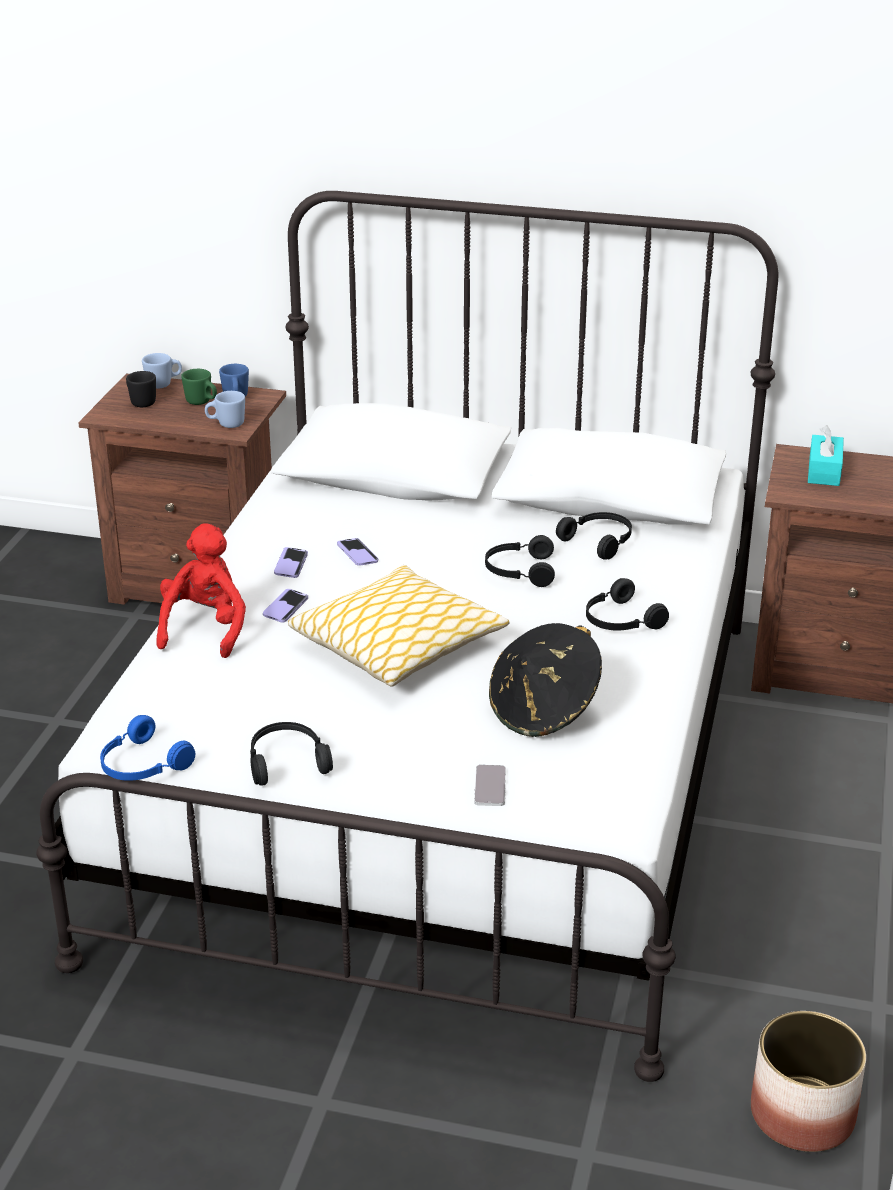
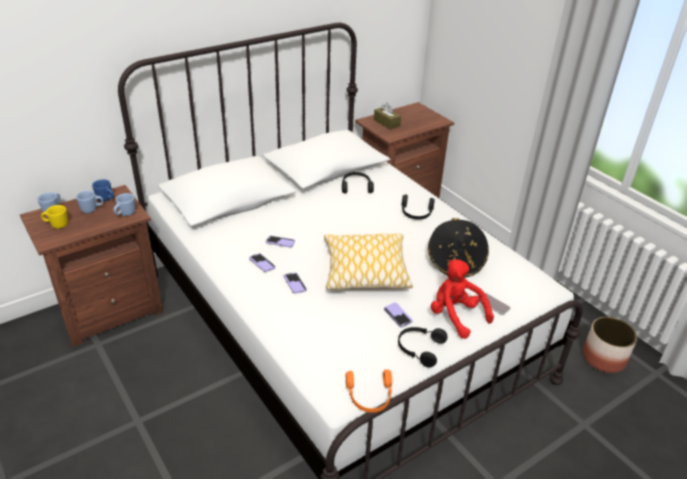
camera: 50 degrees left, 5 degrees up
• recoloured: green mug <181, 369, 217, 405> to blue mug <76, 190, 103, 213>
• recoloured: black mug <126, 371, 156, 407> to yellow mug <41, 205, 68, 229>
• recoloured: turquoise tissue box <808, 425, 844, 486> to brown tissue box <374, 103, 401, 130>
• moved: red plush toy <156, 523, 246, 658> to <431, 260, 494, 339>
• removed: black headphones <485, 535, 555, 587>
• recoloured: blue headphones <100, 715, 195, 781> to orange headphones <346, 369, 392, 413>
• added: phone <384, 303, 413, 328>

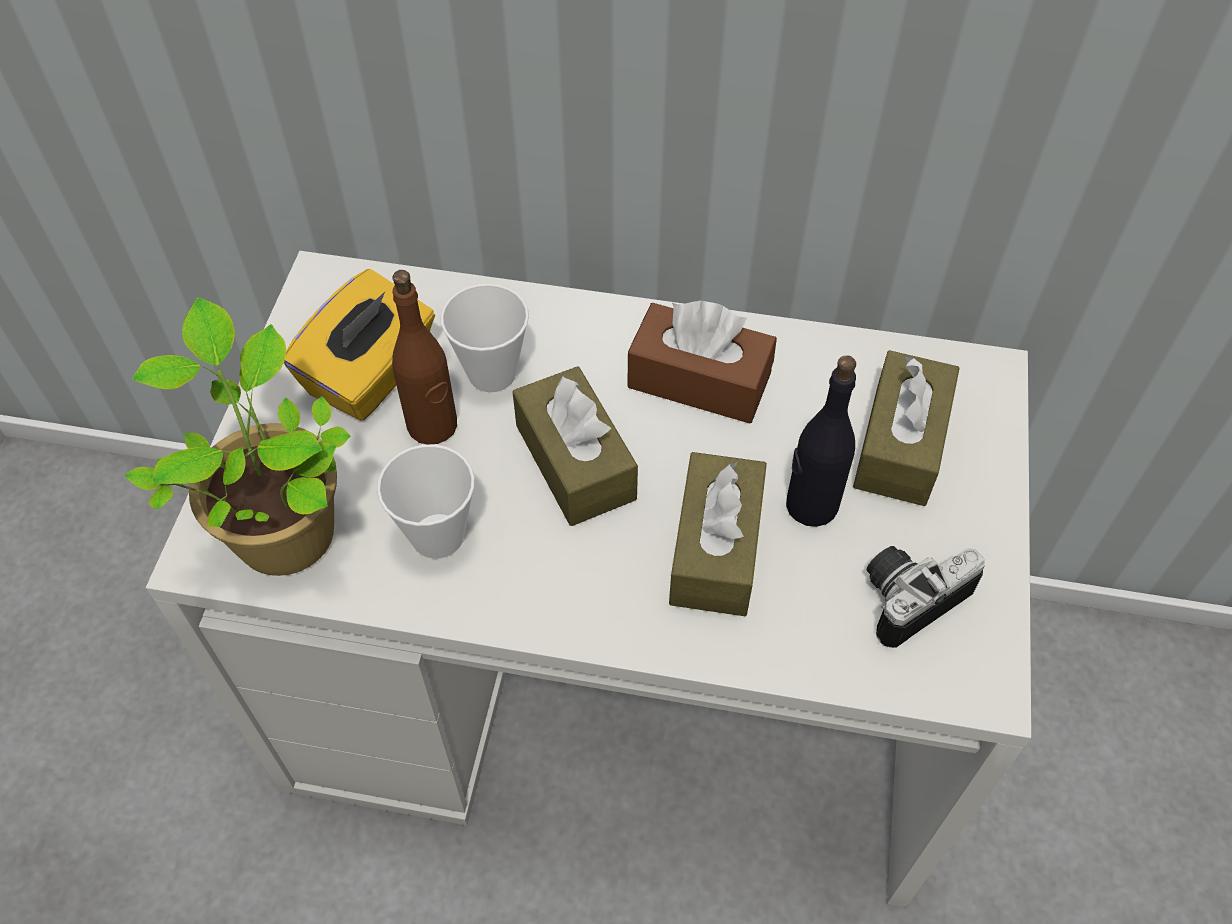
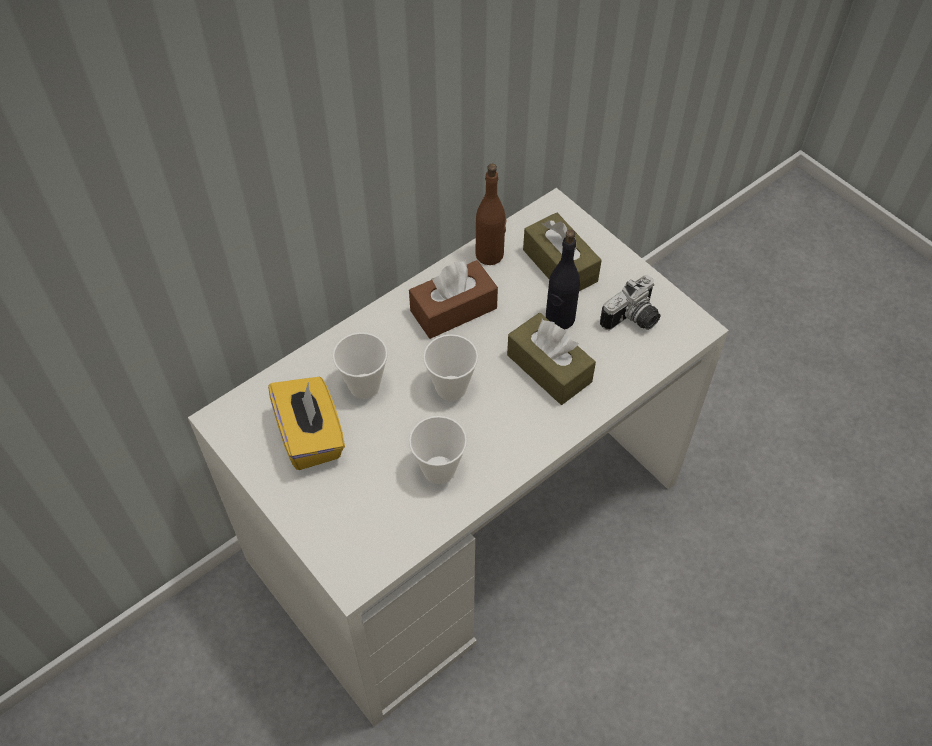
camera: 50 degrees left, 0 degrees up
• moved: brown bottle <392, 270, 457, 444> to <476, 164, 506, 265>
• removed: potted plant <125, 298, 351, 576>
• replaced: brown tissue box <513, 366, 638, 526> to cup <423, 334, 478, 401>
• turned: photo camera <867, 546, 985, 648> = <600, 275, 660, 330> 135 degrees counterclockwise

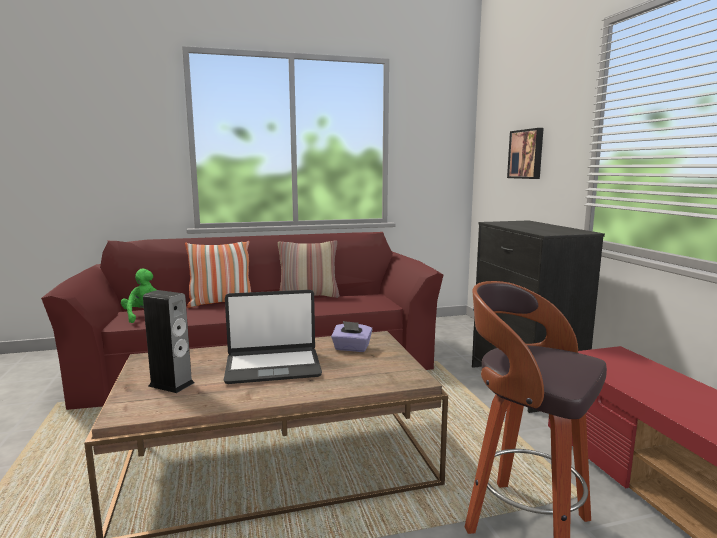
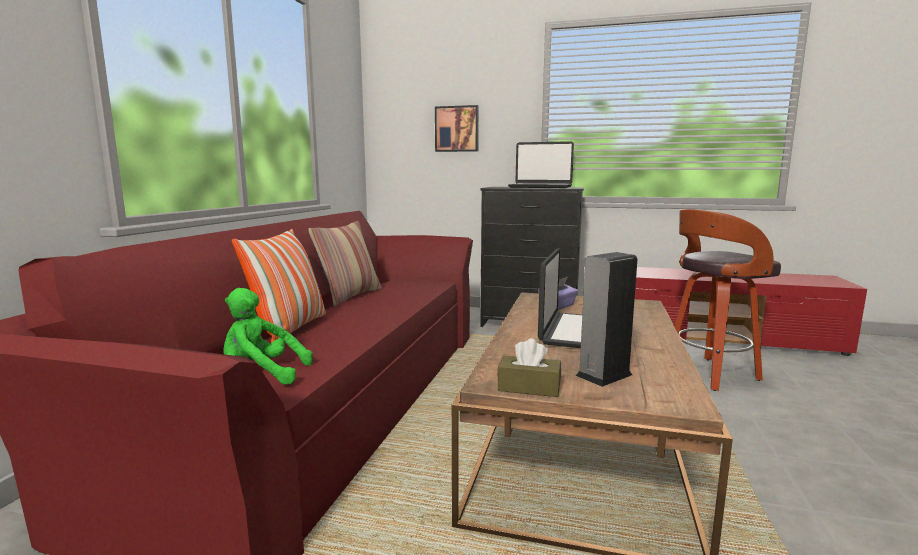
camera: 60 degrees left, 0 degrees up
• added: laptop <508, 141, 574, 188>
• added: brown tissue box <497, 338, 561, 397>

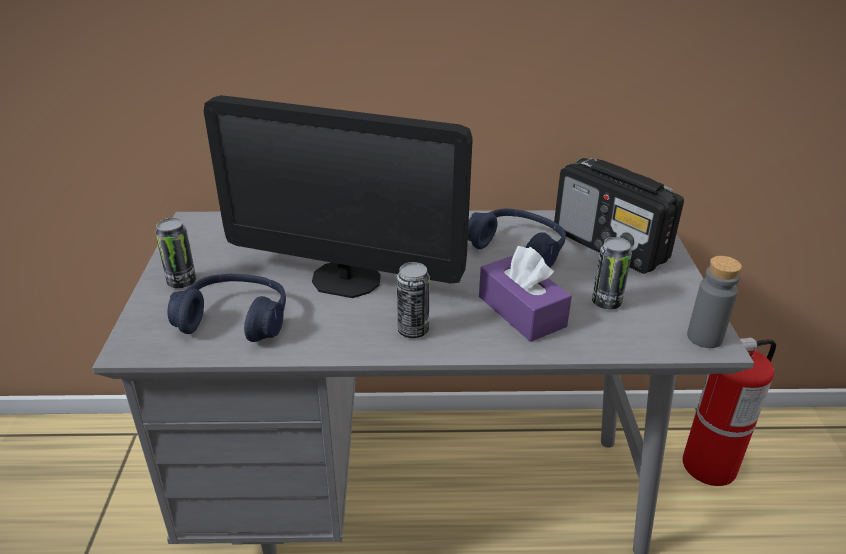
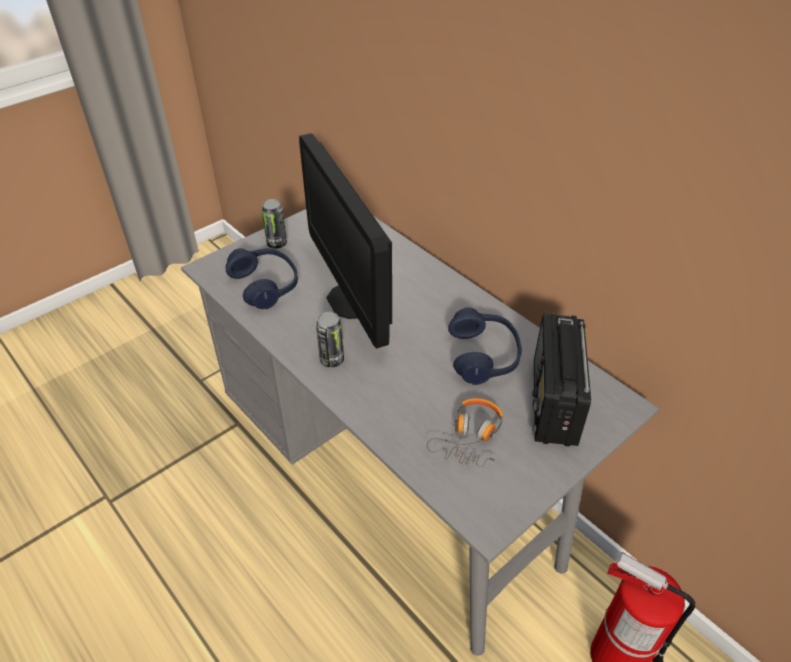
camera: 50 degrees right, 10 degrees up
• replaced: can <592, 237, 632, 309> to headphones <427, 398, 503, 467>
• removed: purple tissue box <479, 246, 572, 342>
• removed: grey bottle <687, 256, 742, 348>

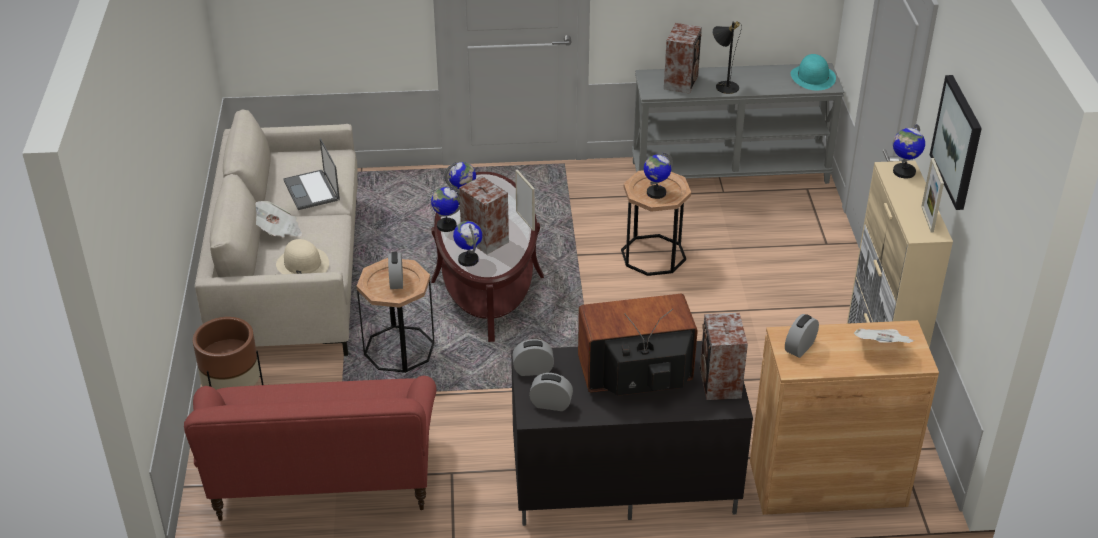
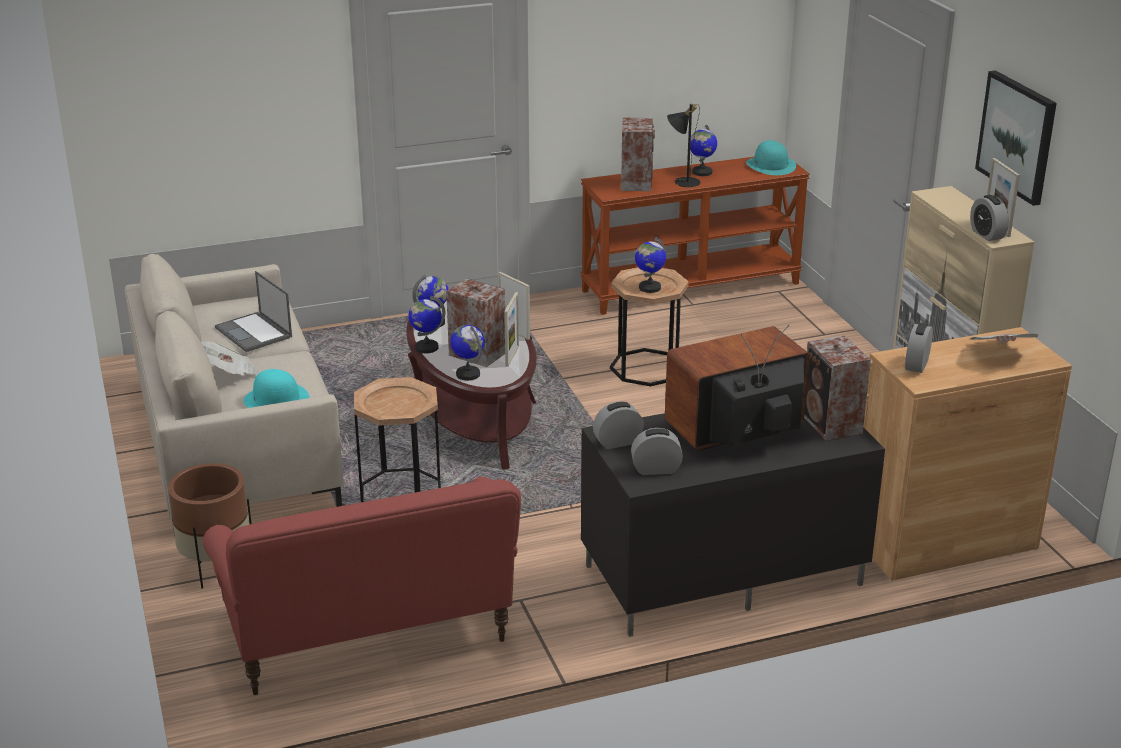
camera: 15 degrees left, 10 degrees down
• recoloured: grey console table <632, 63, 845, 184> to brown console table <580, 157, 810, 315>
• moved: globe <893, 124, 925, 179> to <690, 125, 717, 176>
• recoloured: beige hat <276, 239, 329, 274> to turquoise hat <243, 369, 310, 408>
• moved: alarm clock <388, 252, 403, 289> to <970, 195, 1009, 241>
• added: picture frame <504, 292, 519, 367>

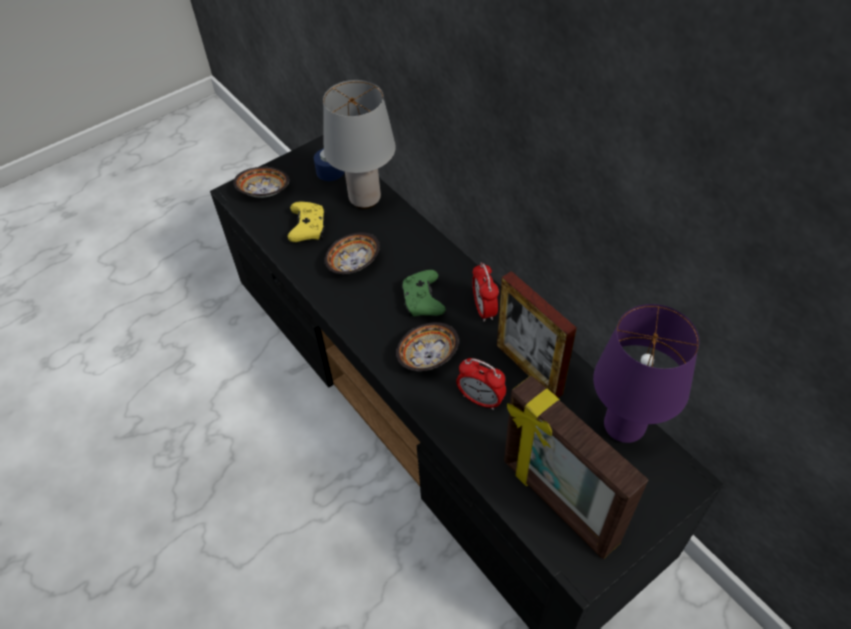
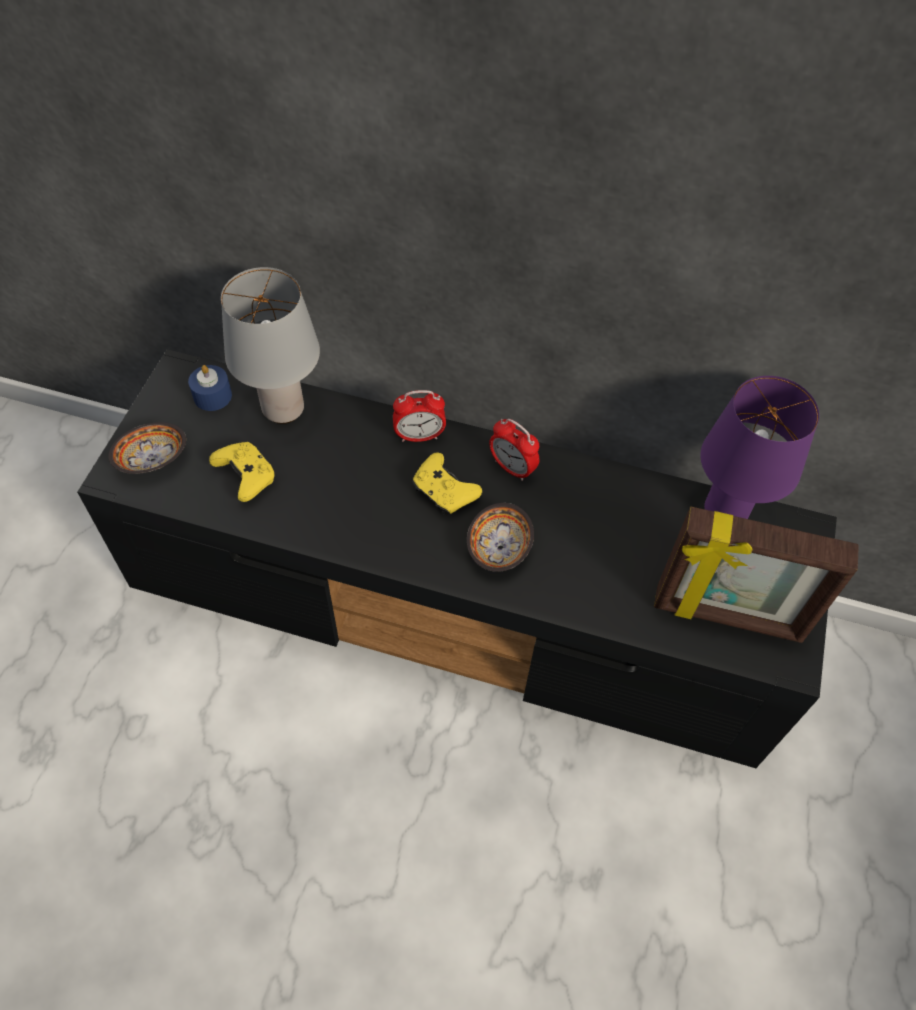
camera: 40 degrees left, 5 degrees up
• removed: bowl <324, 232, 380, 274>
• recoloured: green game controller <401, 270, 446, 317> to yellow game controller <412, 452, 482, 516>
• removed: picture frame <497, 271, 577, 398>
• moved: alarm clock <456, 358, 506, 410> to <393, 390, 446, 442>

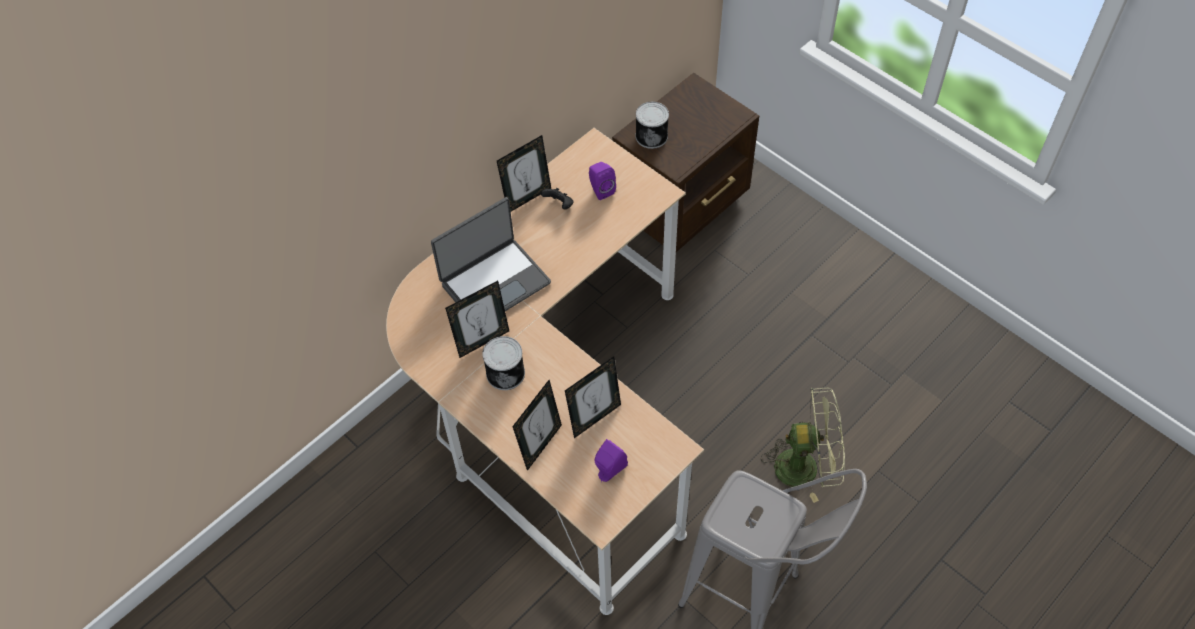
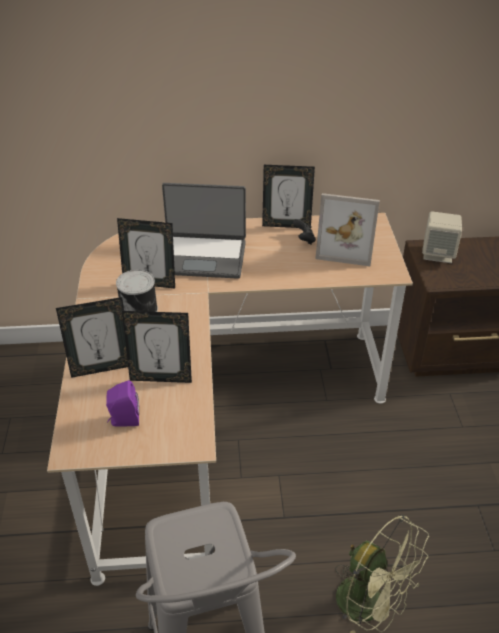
camera: 40 degrees right, 15 degrees down
• replaced: can <635, 102, 669, 149> to beige speaker <422, 211, 462, 263>
• replaced: purple speaker <589, 162, 616, 200> to picture frame <315, 193, 380, 266>

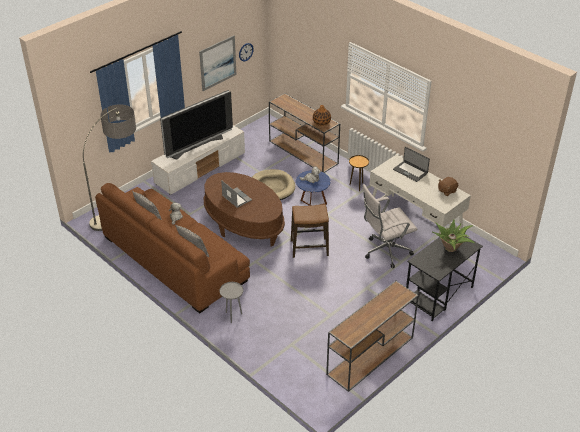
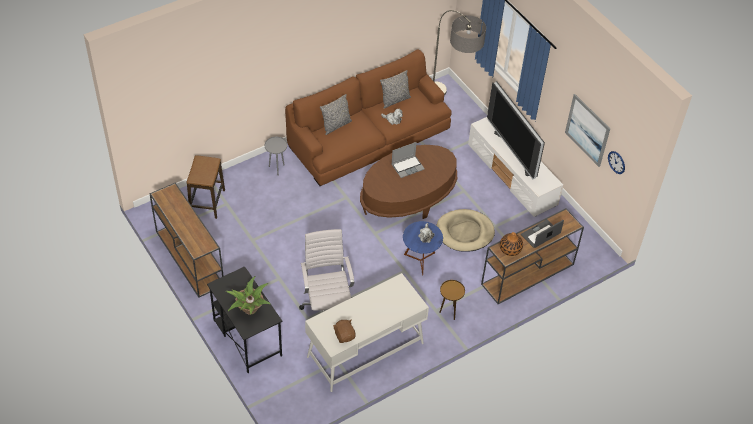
camera: 100 degrees right, 10 degrees up
• moved: laptop <393, 147, 430, 182> to <521, 219, 564, 248>
• moved: stool <291, 204, 329, 258> to <187, 155, 225, 219>

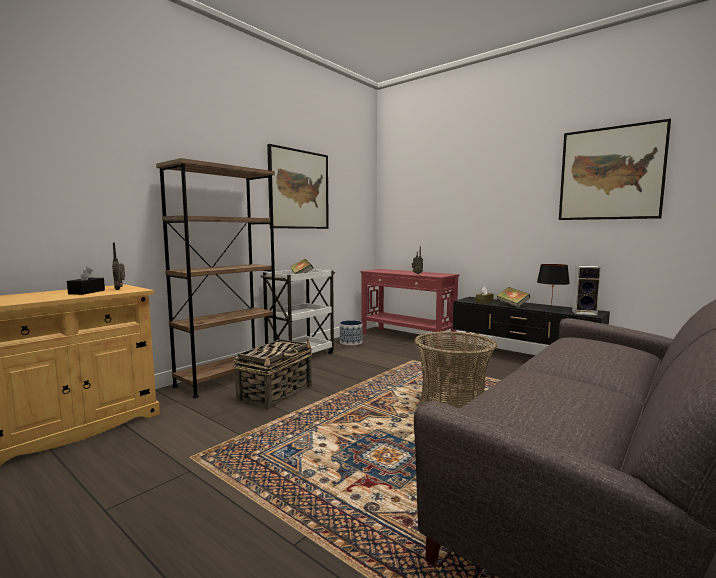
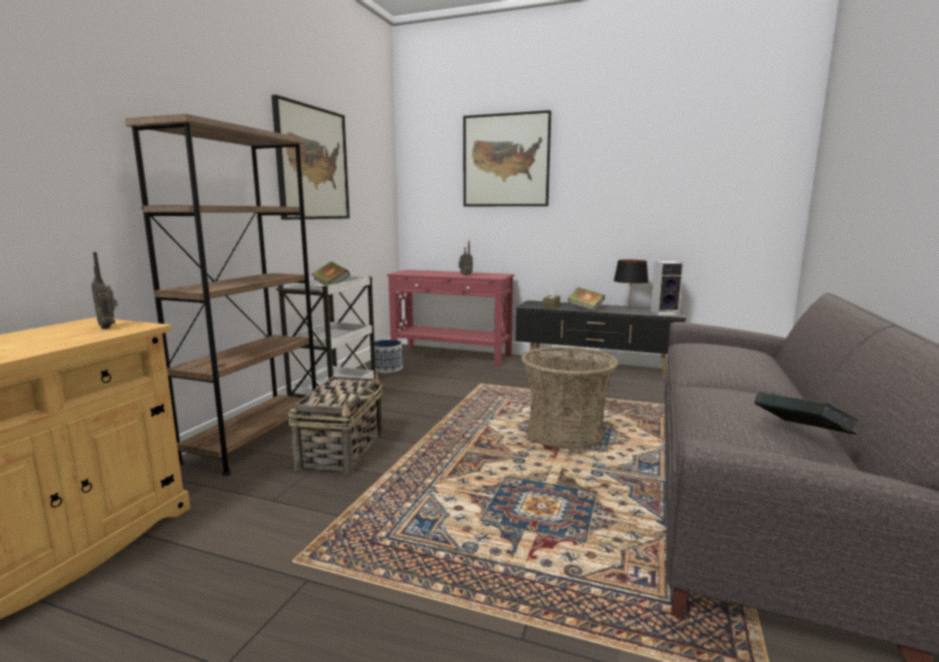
camera: 20 degrees left, 5 degrees up
• moved: picture <559, 119, 671, 220> to <463, 110, 551, 206>
• removed: black tissue box <67, 267, 105, 295>
• added: book <754, 391, 860, 435>

